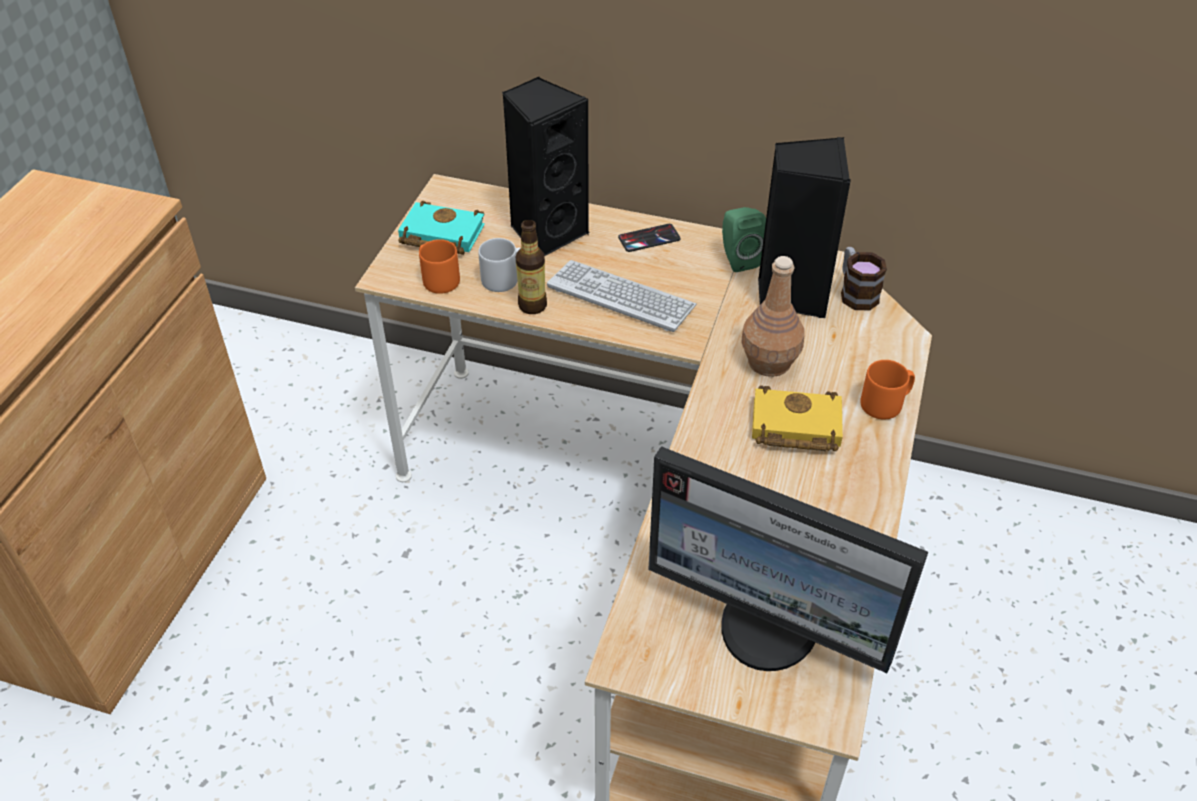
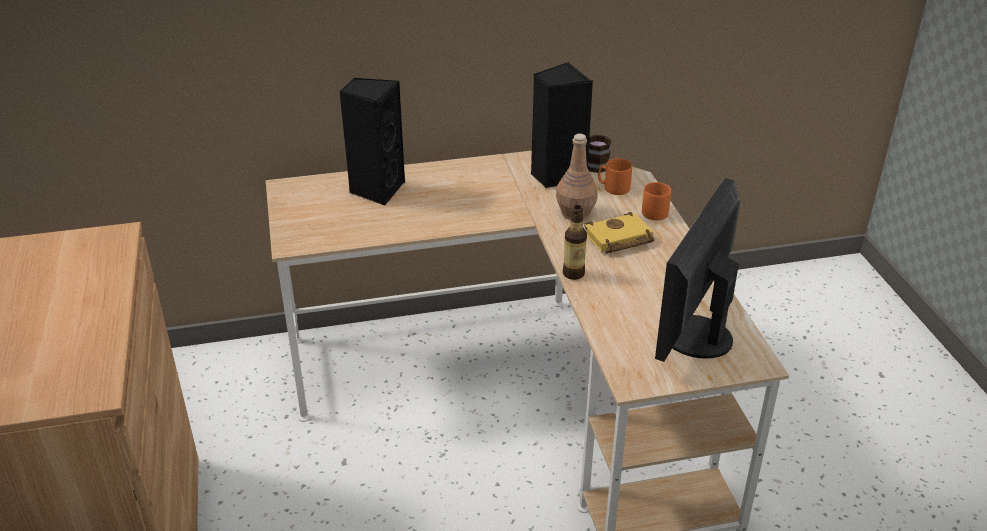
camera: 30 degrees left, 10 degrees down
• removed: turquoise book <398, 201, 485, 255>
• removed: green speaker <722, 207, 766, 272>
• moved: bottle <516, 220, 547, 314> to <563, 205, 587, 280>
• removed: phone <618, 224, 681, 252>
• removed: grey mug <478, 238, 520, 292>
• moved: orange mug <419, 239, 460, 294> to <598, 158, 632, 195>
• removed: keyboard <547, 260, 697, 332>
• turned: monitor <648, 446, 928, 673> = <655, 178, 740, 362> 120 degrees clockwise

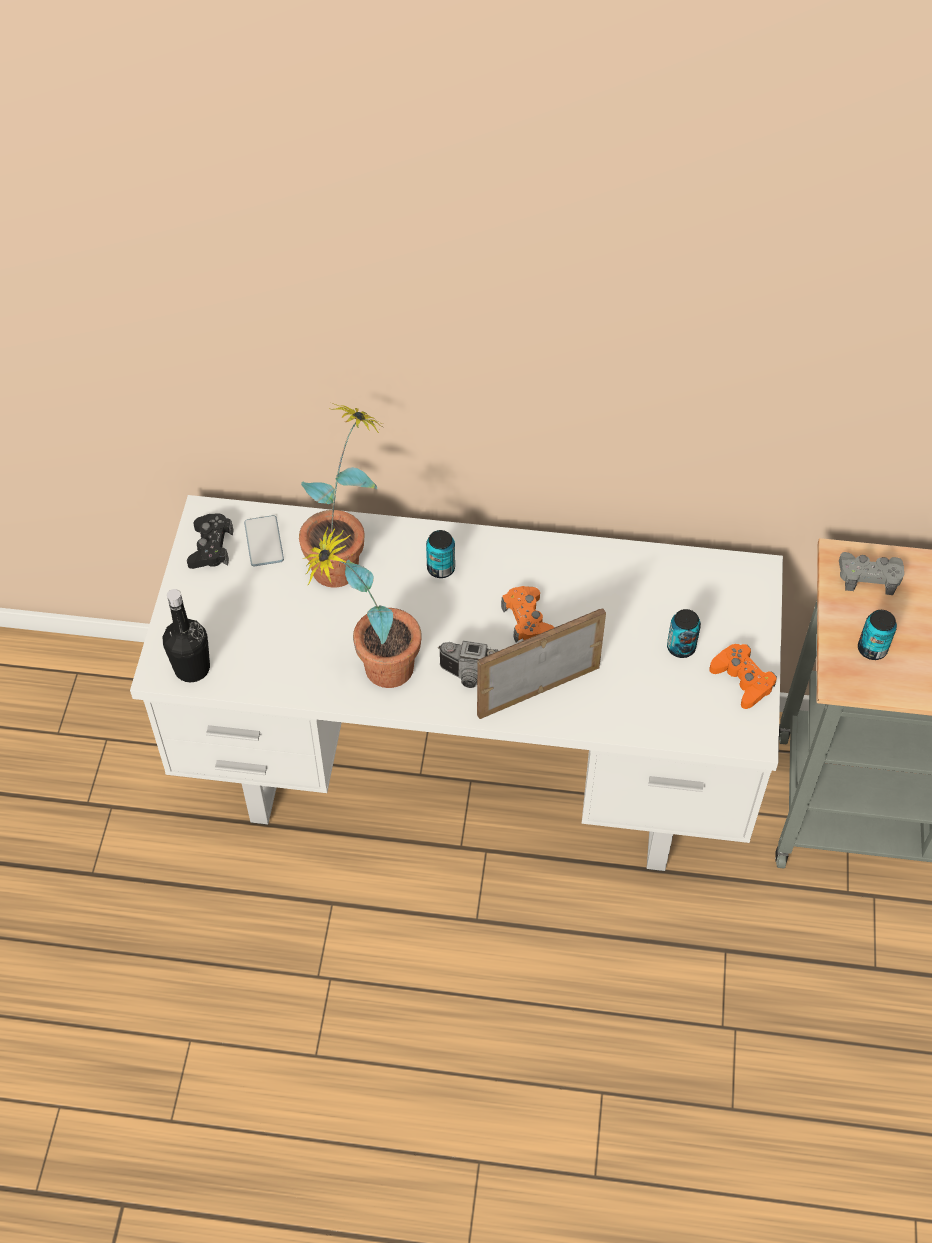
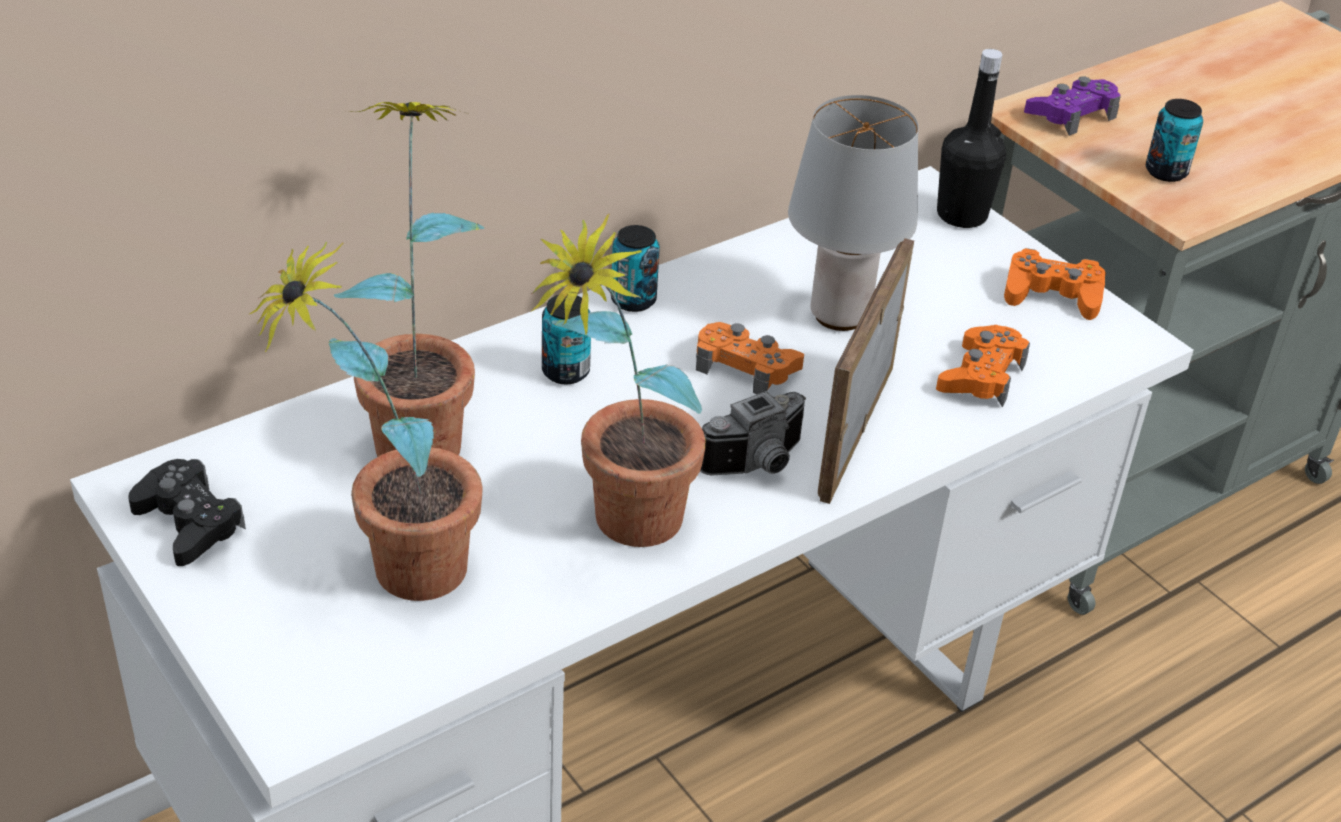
camera: 45 degrees left, 15 degrees down
• removed: phone <244, 515, 284, 566>
• recoloured: grey game controller <839, 552, 904, 595> to purple game controller <1024, 76, 1121, 136>
• moved: black bottle <163, 589, 210, 683> to <937, 49, 1006, 228>
• moved: can <667, 609, 701, 658> to <611, 225, 660, 312>
• added: grey table lamp <788, 95, 919, 331>
• added: potted plant <248, 242, 483, 601>
• added: orange game controller <936, 325, 1030, 407>

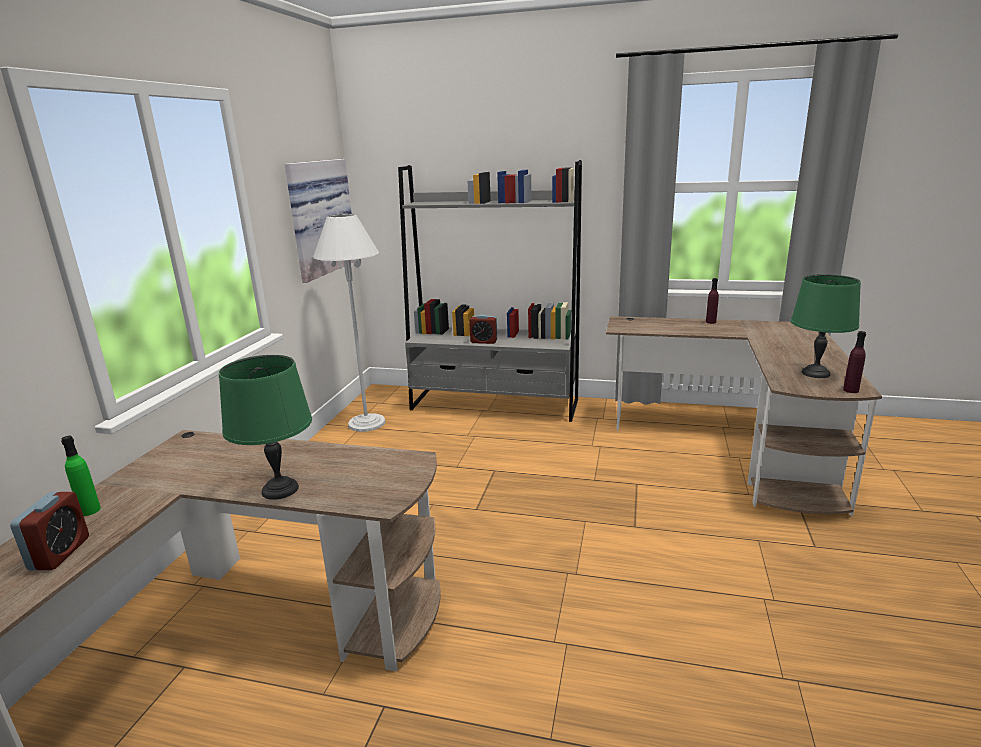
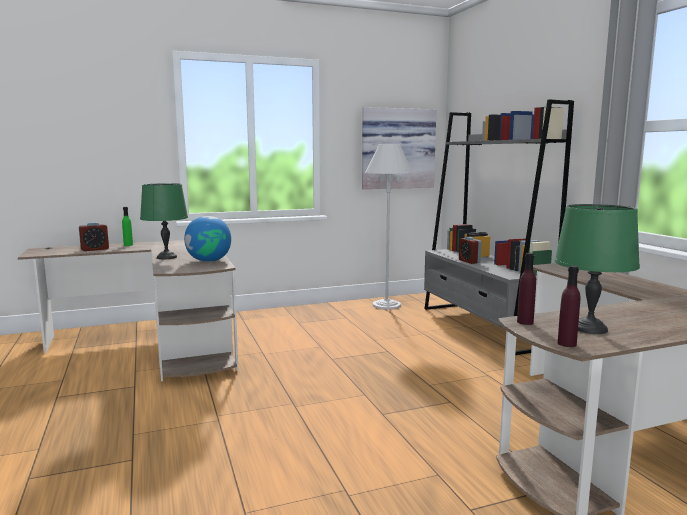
camera: 55 degrees right, 10 degrees down
• moved: purple bottle <706, 278, 719, 324> to <517, 253, 536, 325>
• added: globe <184, 216, 231, 262>

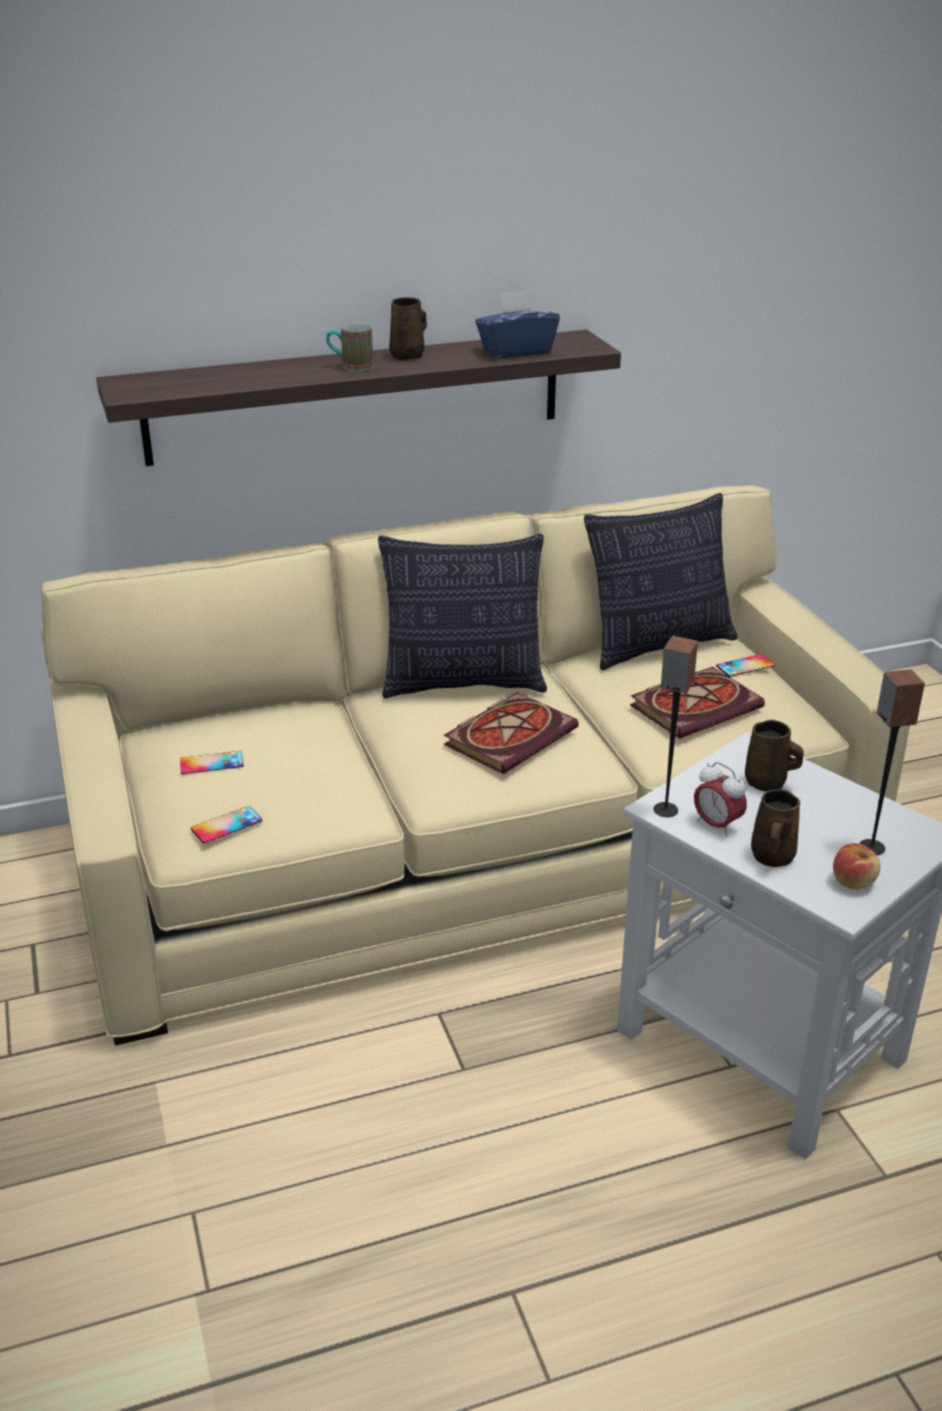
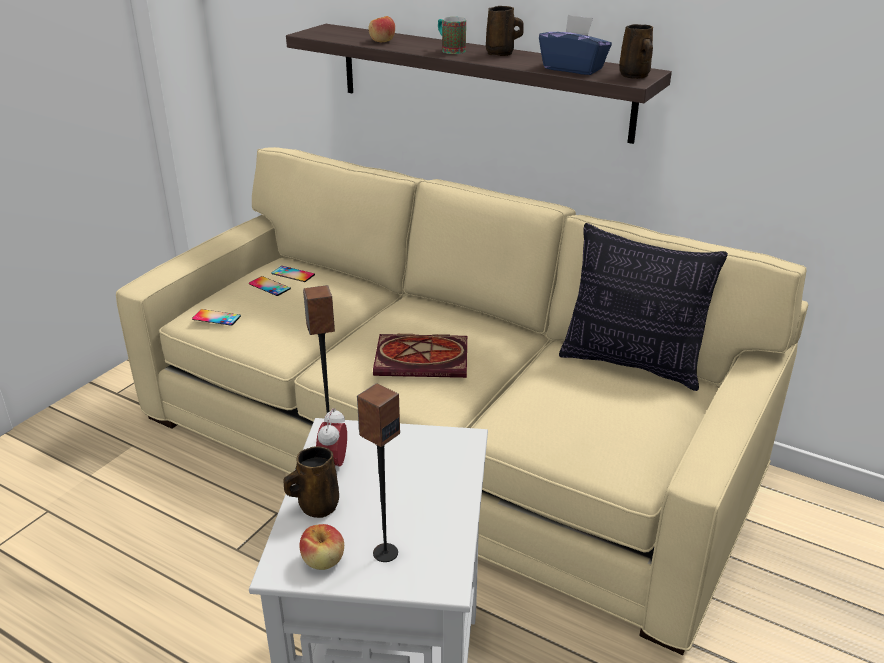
camera: 50 degrees right, 0 degrees up
• removed: pillow <378, 534, 547, 698>
• moved: phone <716, 654, 775, 677> to <272, 266, 315, 282>
• removed: book <630, 667, 765, 739>
• moved: brown mug <745, 720, 804, 792> to <619, 24, 653, 79>
• added: apple <369, 16, 395, 42>

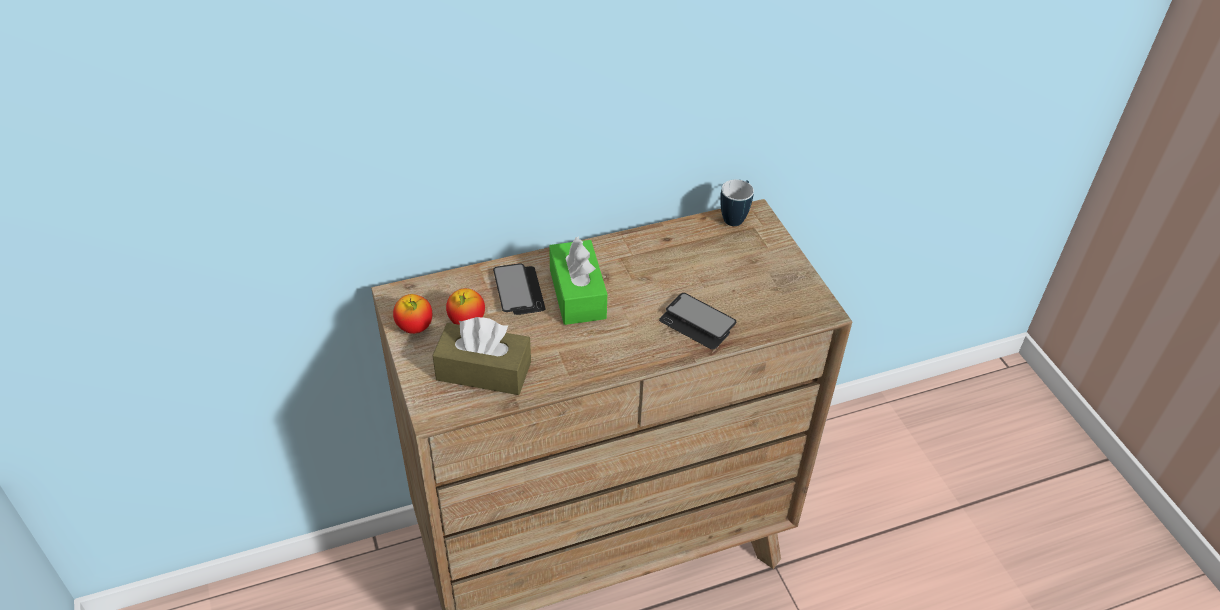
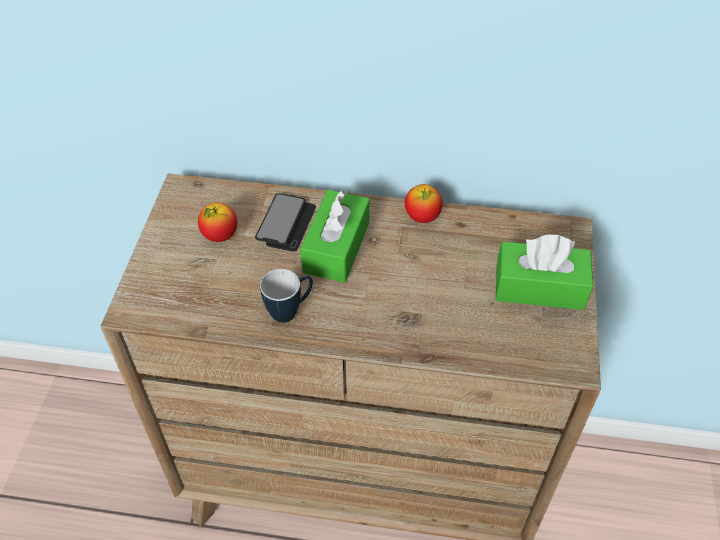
camera: 30 degrees right, 5 degrees up
• moved: mug <720, 179, 754, 226> to <260, 269, 313, 323>
• removed: phone <659, 293, 736, 350>
• moved: apple <393, 294, 432, 334> to <405, 184, 443, 223>
• removed: brown tissue box <433, 317, 531, 395>
• added: green tissue box <496, 235, 593, 310>

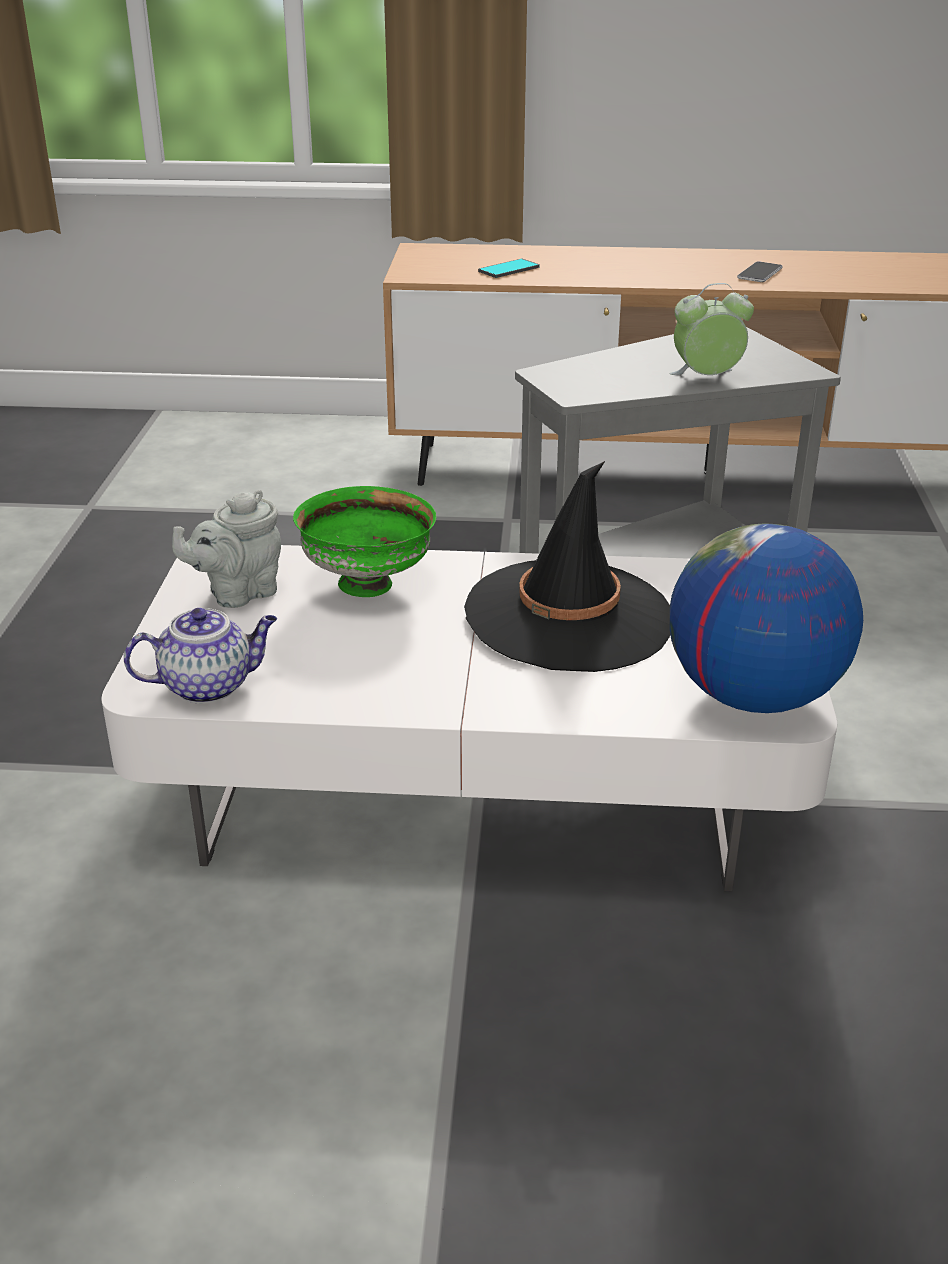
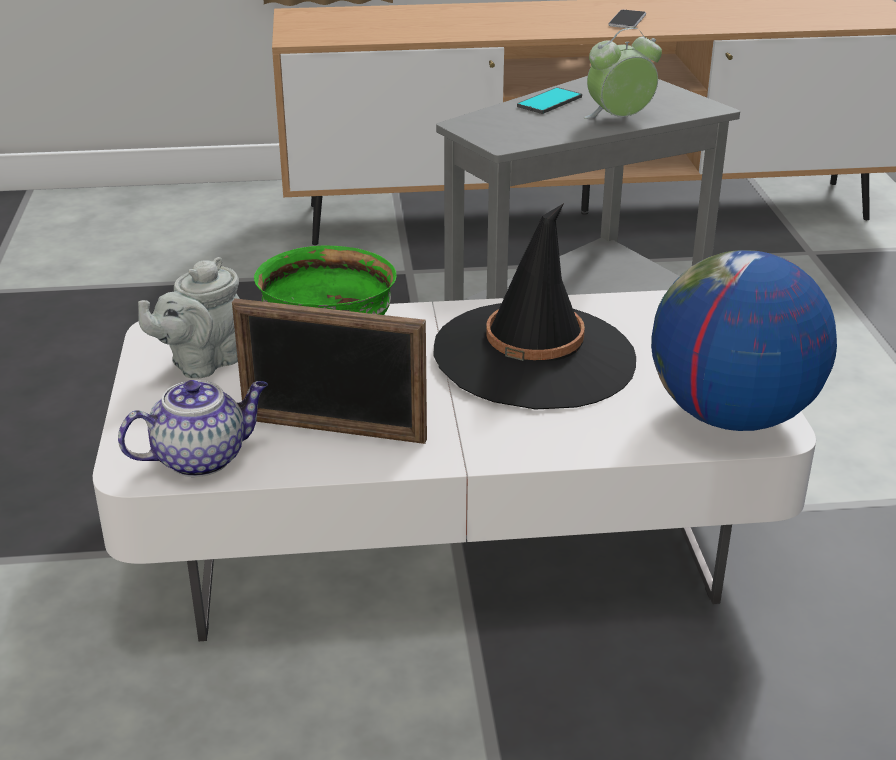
camera: 10 degrees left, 0 degrees up
• moved: phone <478, 259, 540, 278> to <517, 87, 582, 114>
• added: picture frame <232, 298, 427, 444>

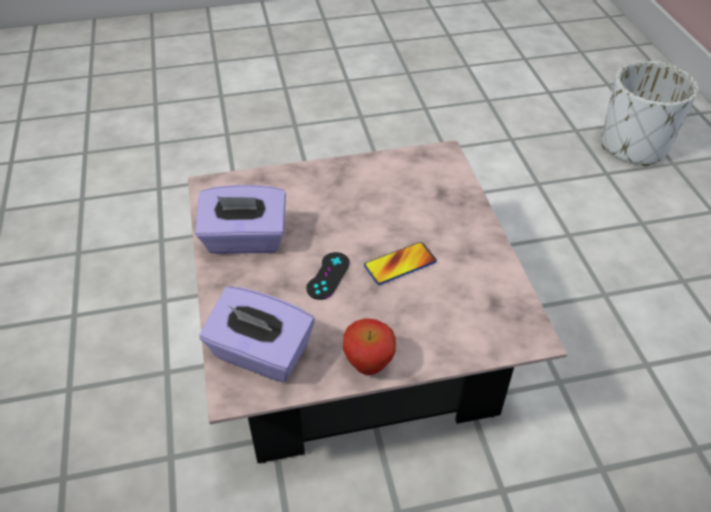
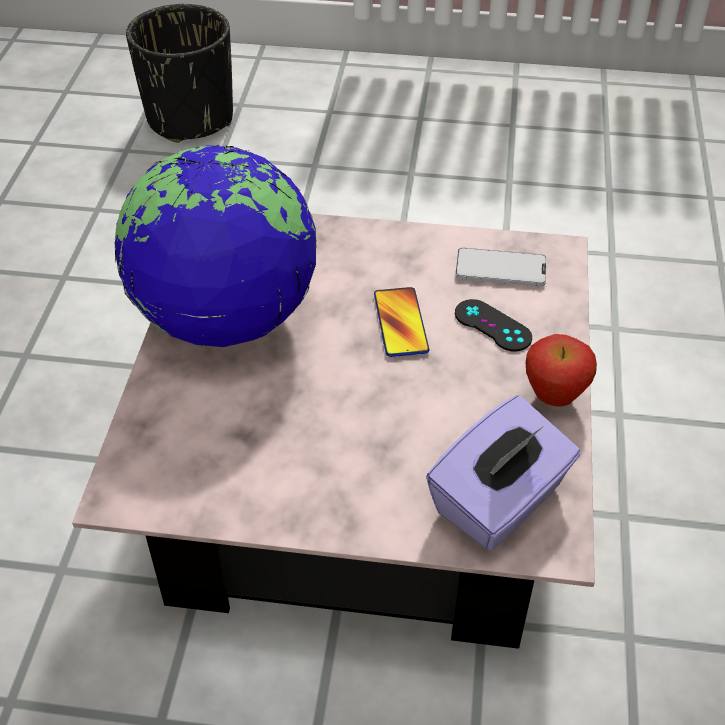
camera: 70 degrees left, 0 degrees up
• recoloured: white planter <601, 60, 698, 166> to black planter <126, 4, 233, 143>
• removed: purple tissue box <195, 185, 286, 254>
• moved: black game controller <306, 252, 350, 300> to <455, 299, 532, 352>
• added: globe <115, 145, 317, 347>
• added: phone <455, 248, 546, 286>

